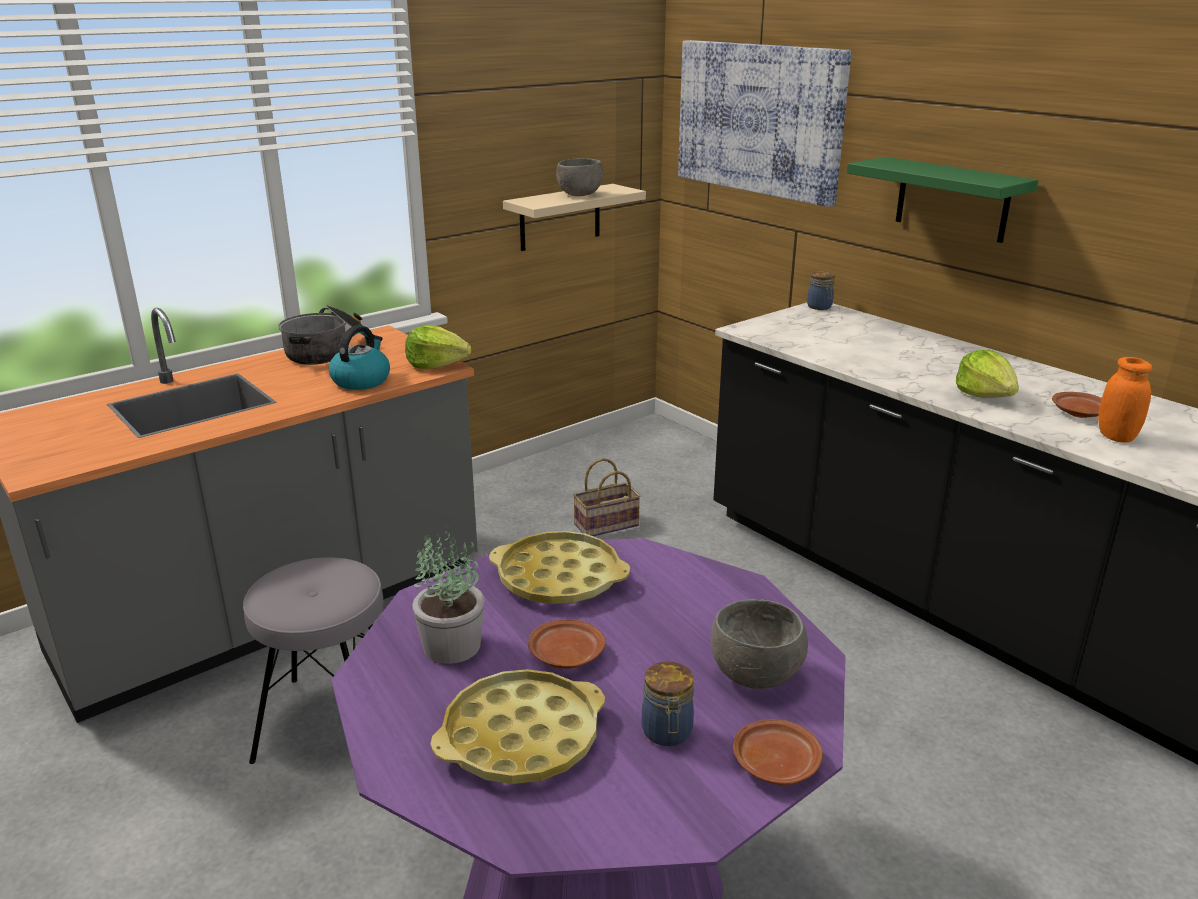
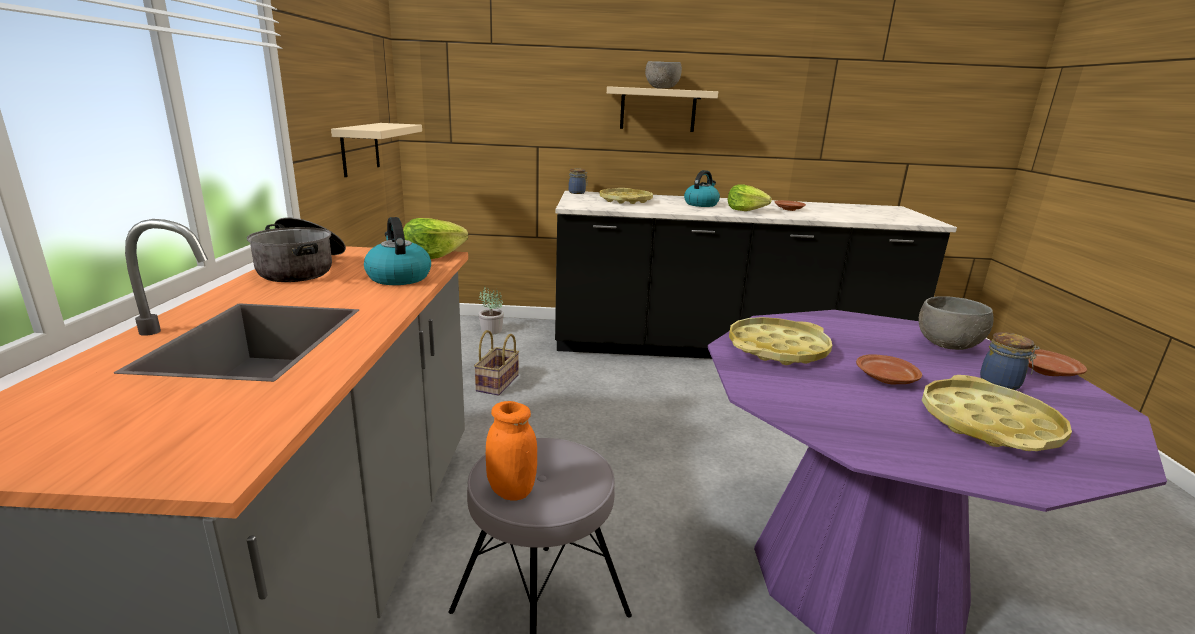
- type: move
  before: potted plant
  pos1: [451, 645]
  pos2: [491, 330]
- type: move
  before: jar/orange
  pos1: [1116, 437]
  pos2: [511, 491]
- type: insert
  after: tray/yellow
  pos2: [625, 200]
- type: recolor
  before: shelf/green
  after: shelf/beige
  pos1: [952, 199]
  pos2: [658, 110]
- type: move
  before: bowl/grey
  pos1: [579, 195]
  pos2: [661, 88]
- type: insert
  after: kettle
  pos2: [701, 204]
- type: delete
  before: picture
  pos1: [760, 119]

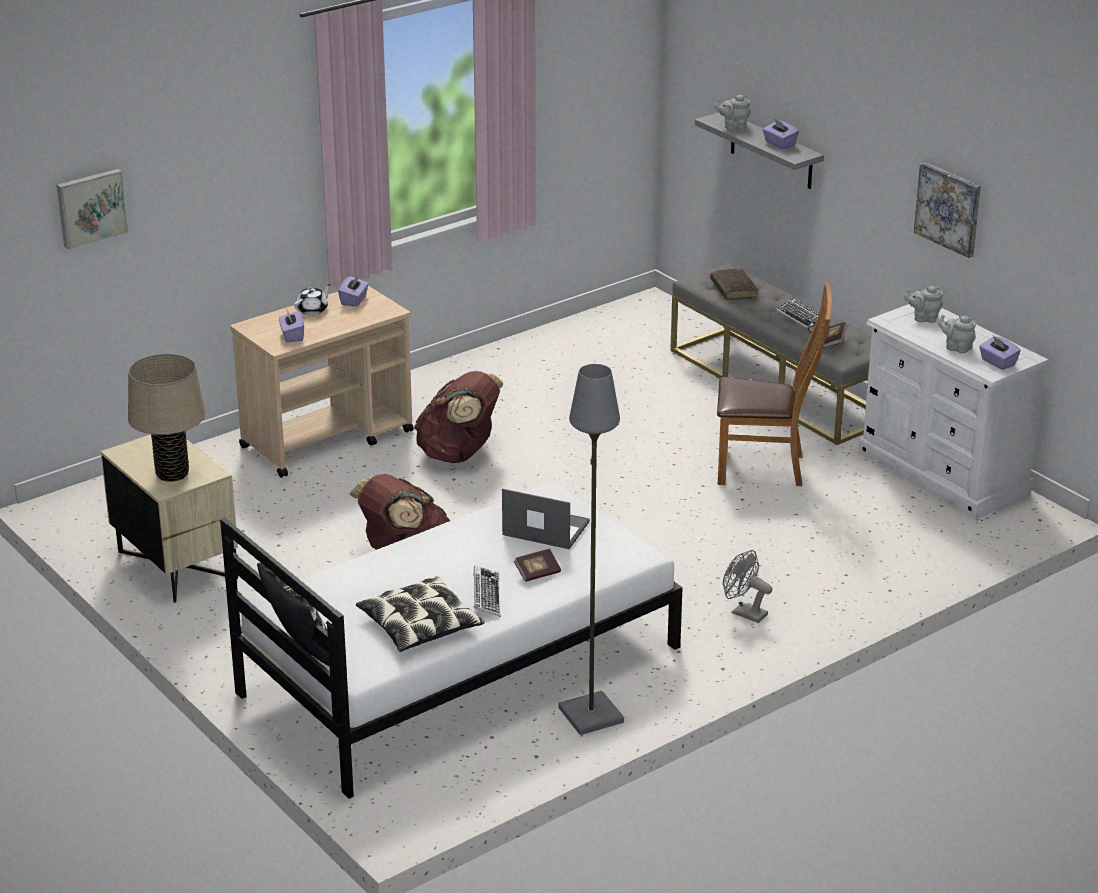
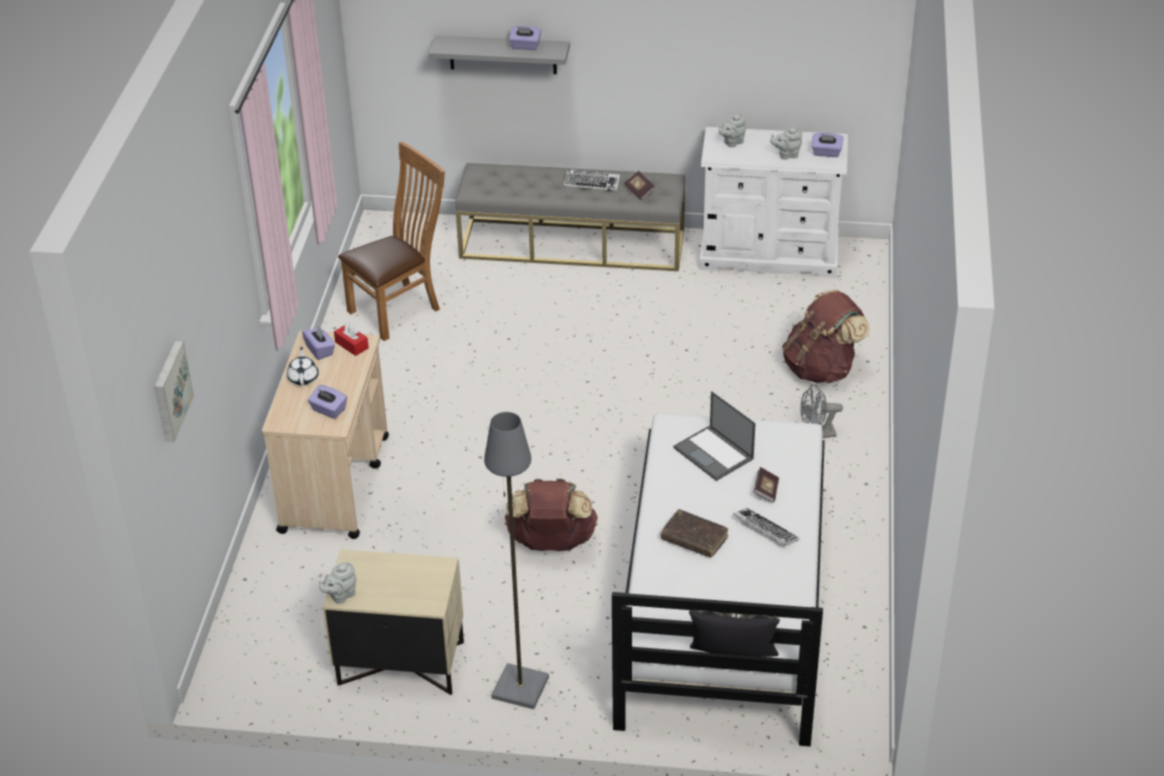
- type: move
  before: teapot/grey
  pos1: [733, 126]
  pos2: [340, 595]
- type: insert
  after: tissue box/red
  pos2: [351, 345]
- type: move
  before: chair/brown
  pos1: [766, 468]
  pos2: [399, 309]
- type: move
  before: floor lamp/grey
  pos1: [589, 715]
  pos2: [519, 688]
- type: move
  before: book/brown
  pos1: [733, 290]
  pos2: [694, 539]
- type: rotate
  before: laptop
  pos1: [544, 528]
  pos2: [714, 454]
  turn: -105
- type: move
  before: backpack/brown
  pos1: [459, 454]
  pos2: [821, 369]
- type: delete
  before: table lamp/beige
  pos1: [172, 474]
- type: delete
  before: pillow
  pos1: [420, 626]
- type: delete
  before: picture
  pos1: [949, 208]

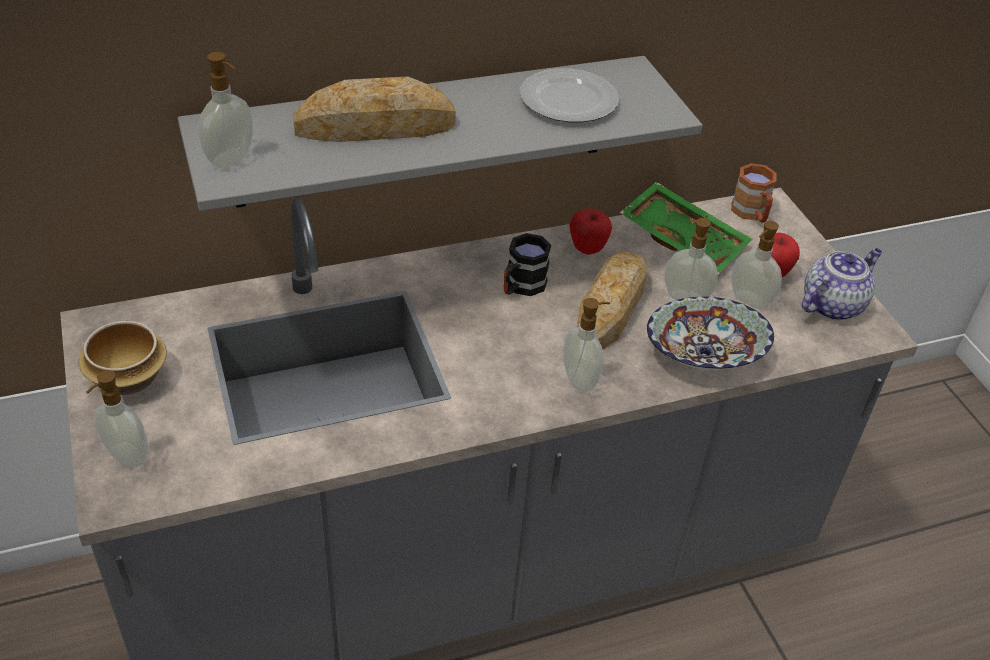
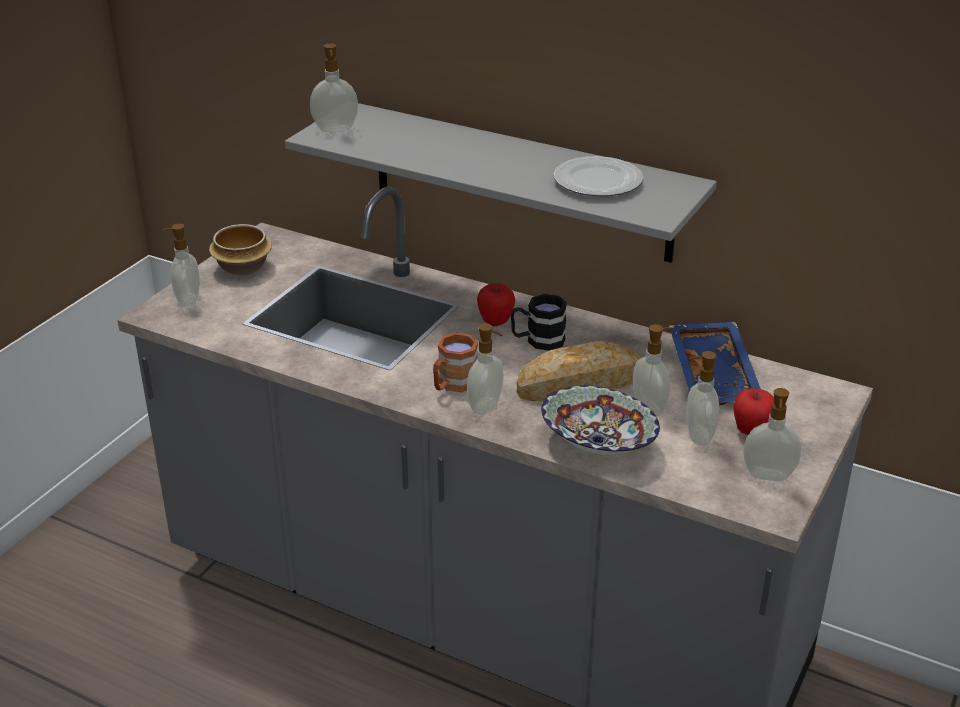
- type: move
  before: mug/brown
  pos1: [752, 214]
  pos2: [453, 385]
- type: move
  before: apple
  pos1: [587, 249]
  pos2: [496, 322]
- type: recolor
  before: tray/green
  after: tray/blue
  pos1: [684, 239]
  pos2: [715, 376]
- type: replace
  before: teapot
  after: soap dispenser
  pos1: [832, 304]
  pos2: [768, 476]
- type: delete
  before: bread
  pos1: [375, 125]

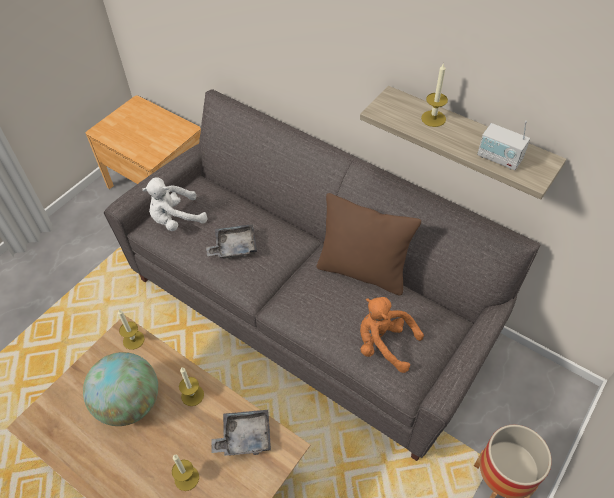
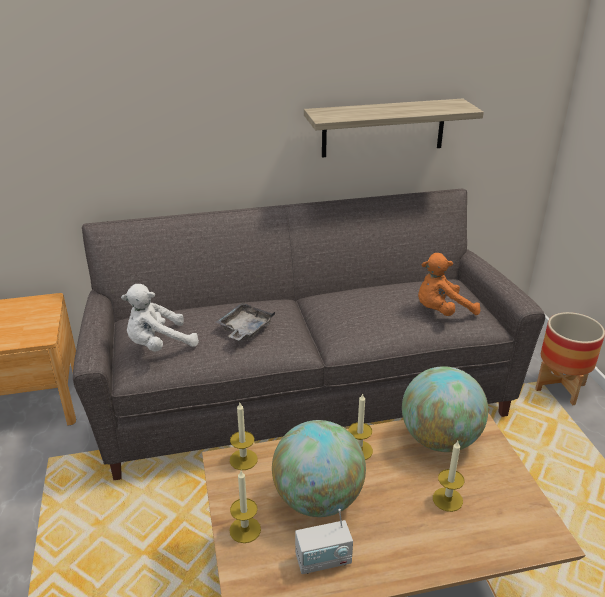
- type: rotate
  before: plush toy/white
  pos1: [176, 219]
  pos2: [159, 345]
  turn: 45
- type: move
  before: candle
  pos1: [433, 118]
  pos2: [245, 530]
- type: move
  before: radio
  pos1: [499, 158]
  pos2: [323, 560]
- type: replace
  before: tray/grey
  after: globe
  pos1: [244, 437]
  pos2: [439, 439]
- type: delete
  before: pillow/brown
  pos1: [363, 271]

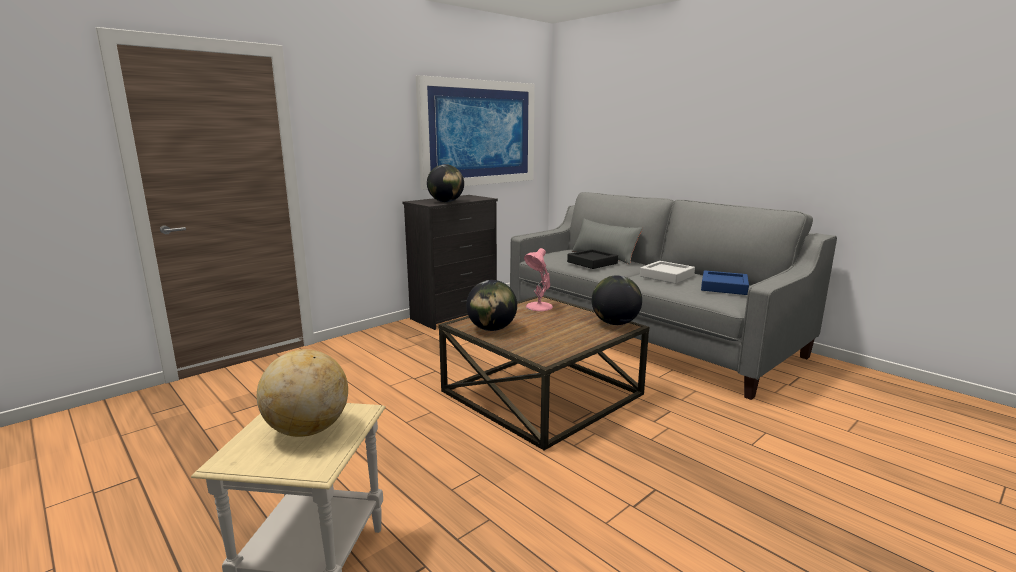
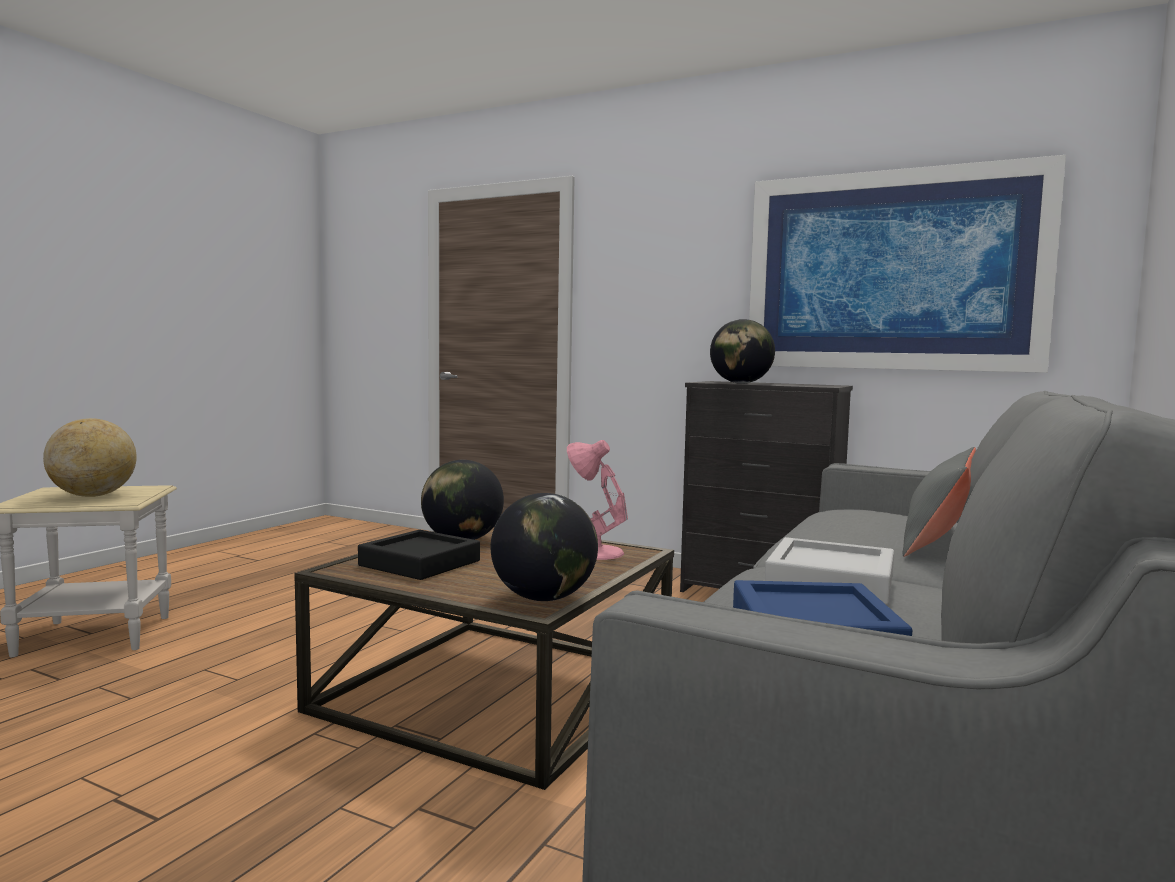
- type: move
  before: tray/black
  pos1: [592, 263]
  pos2: [420, 563]

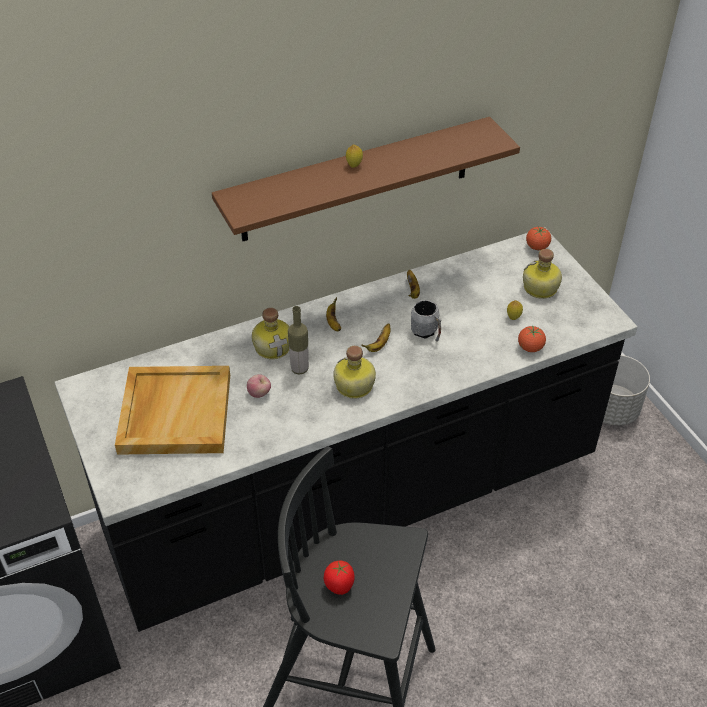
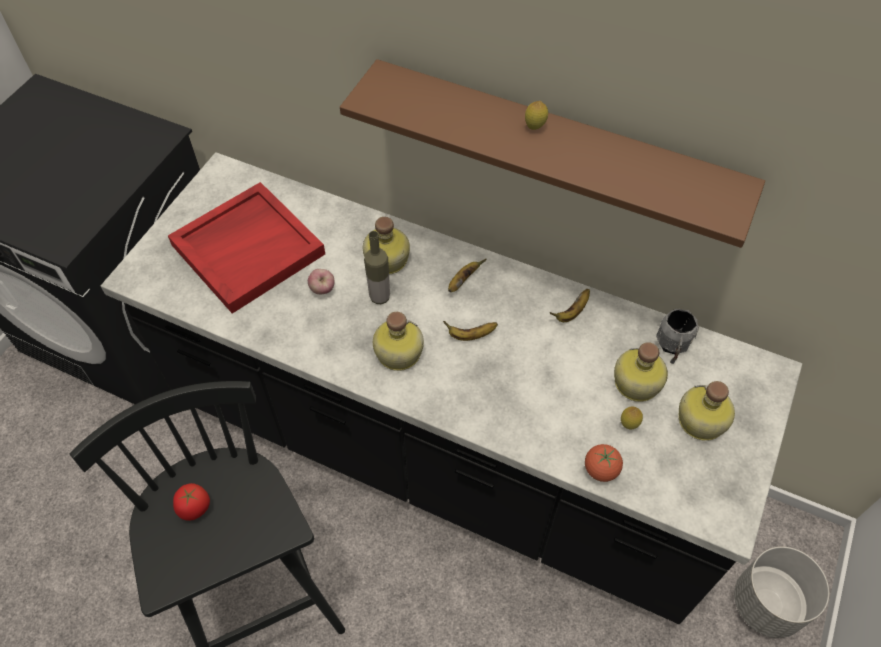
- type: recolor
  before: tray/beige
  after: tray/red
  pos1: [174, 412]
  pos2: [248, 248]
- type: insert
  after: bottle
  pos2: [635, 383]
- type: move
  before: mug/grey
  pos1: [426, 333]
  pos2: [672, 347]
- type: delete
  before: tomato
  pos1: [537, 247]

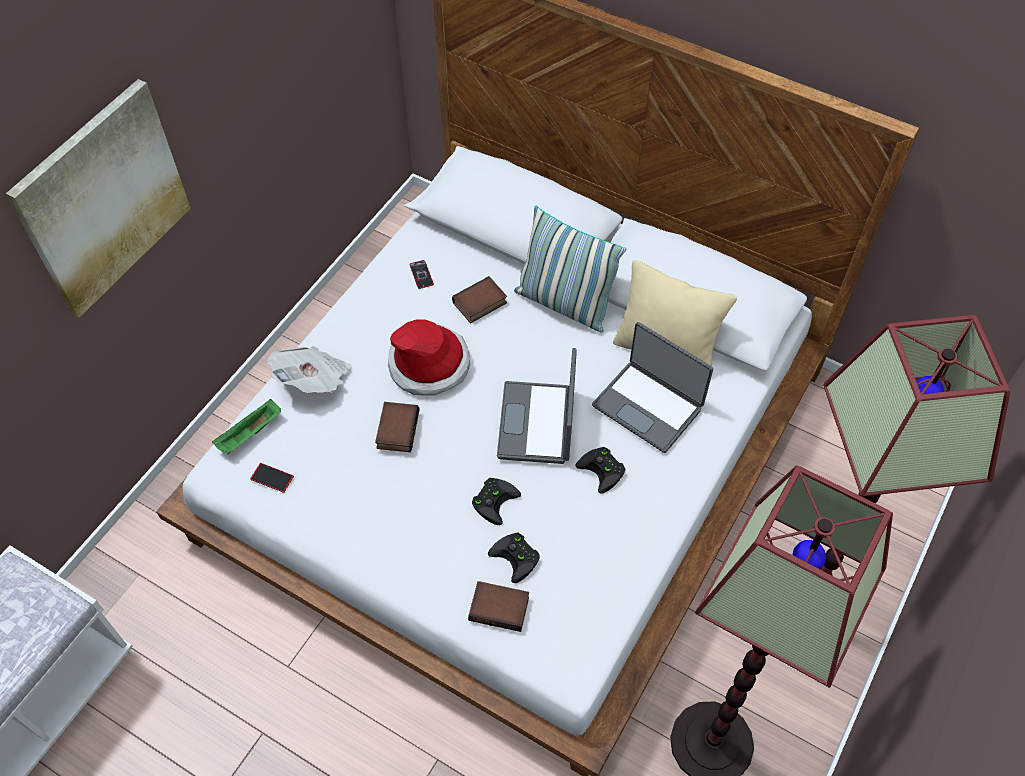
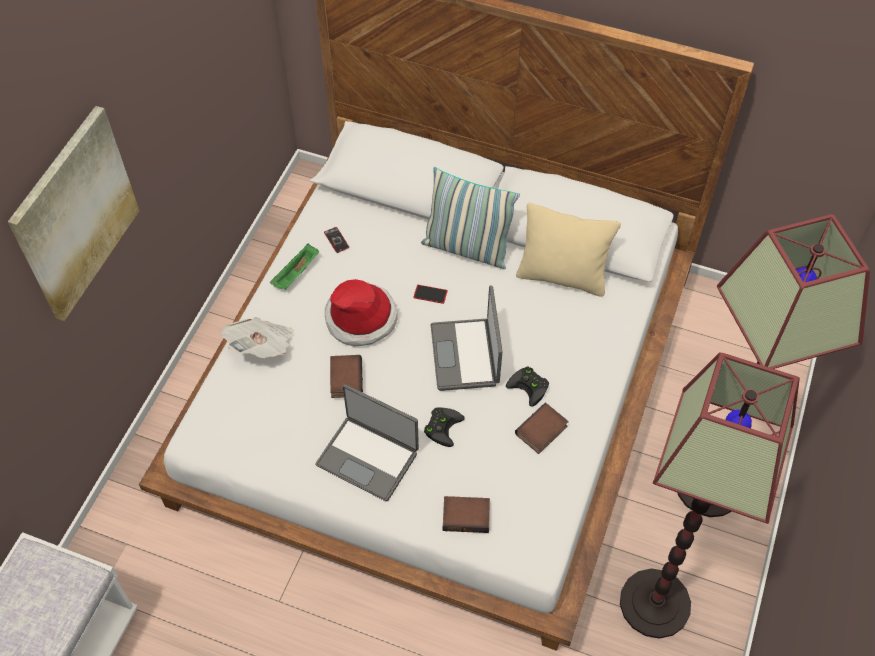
- type: move
  before: tray/green
  pos1: [250, 434]
  pos2: [296, 274]
- type: move
  before: laptop
  pos1: [648, 406]
  pos2: [368, 457]
- type: move
  before: phone
  pos1: [272, 477]
  pos2: [430, 294]
- type: move
  before: book
  pos1: [480, 304]
  pos2: [542, 431]
- type: delete
  before: game controller/black
  pos1: [517, 558]

